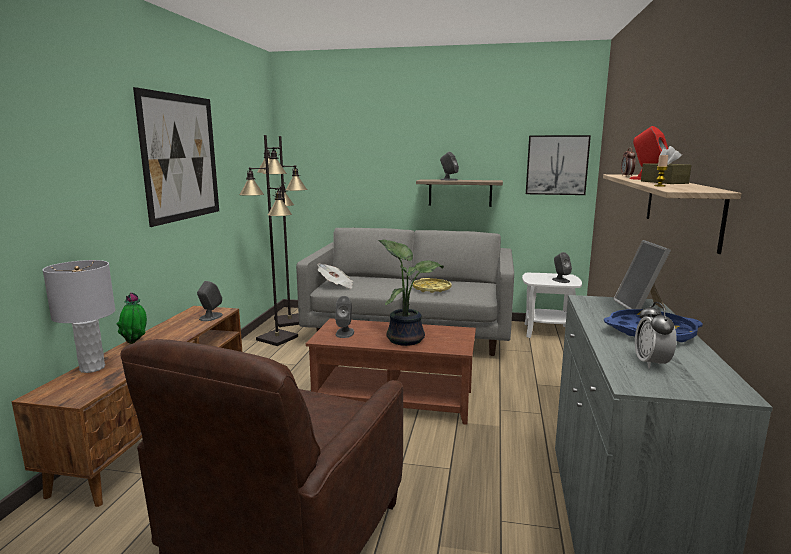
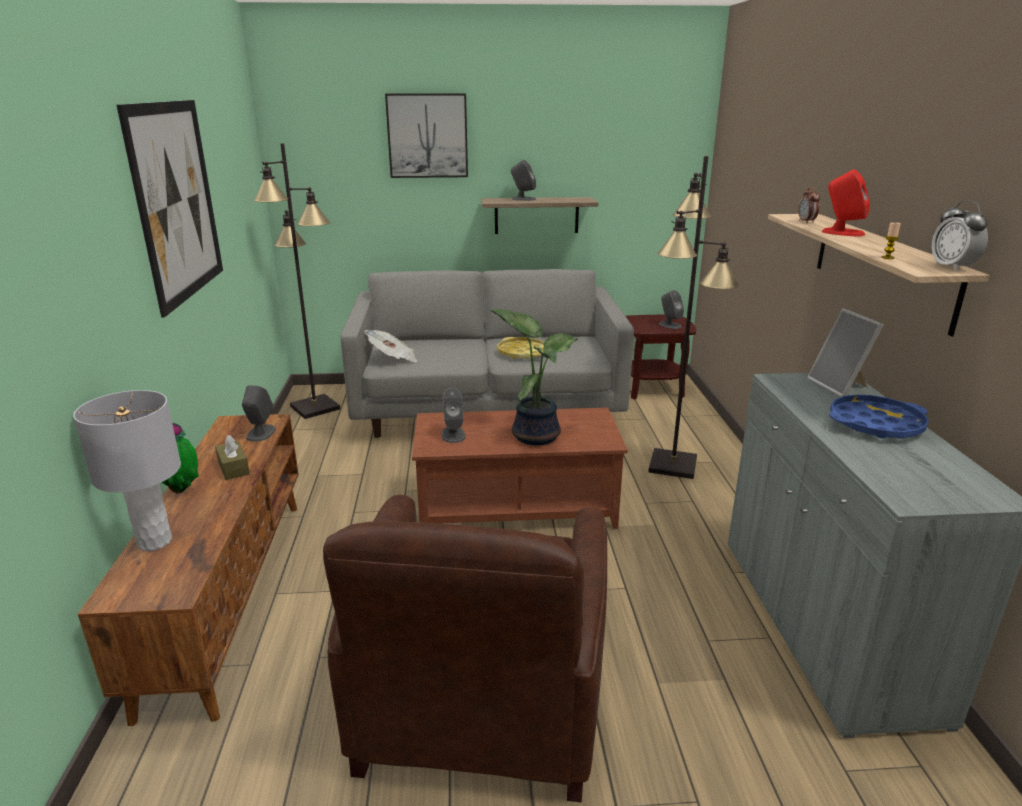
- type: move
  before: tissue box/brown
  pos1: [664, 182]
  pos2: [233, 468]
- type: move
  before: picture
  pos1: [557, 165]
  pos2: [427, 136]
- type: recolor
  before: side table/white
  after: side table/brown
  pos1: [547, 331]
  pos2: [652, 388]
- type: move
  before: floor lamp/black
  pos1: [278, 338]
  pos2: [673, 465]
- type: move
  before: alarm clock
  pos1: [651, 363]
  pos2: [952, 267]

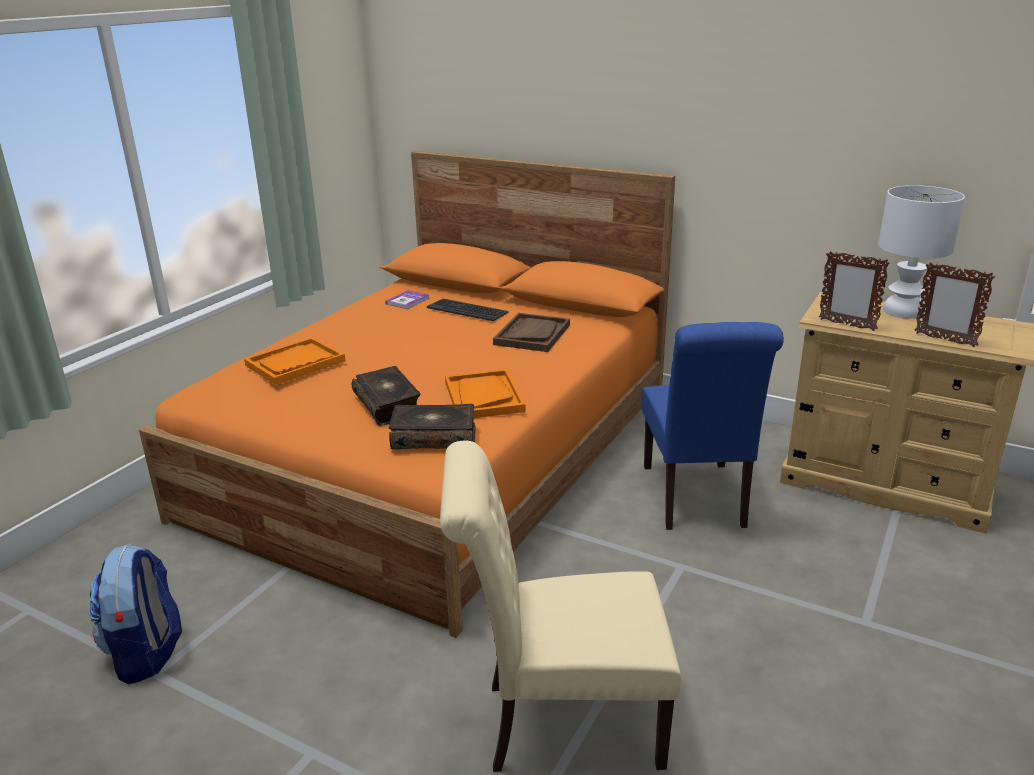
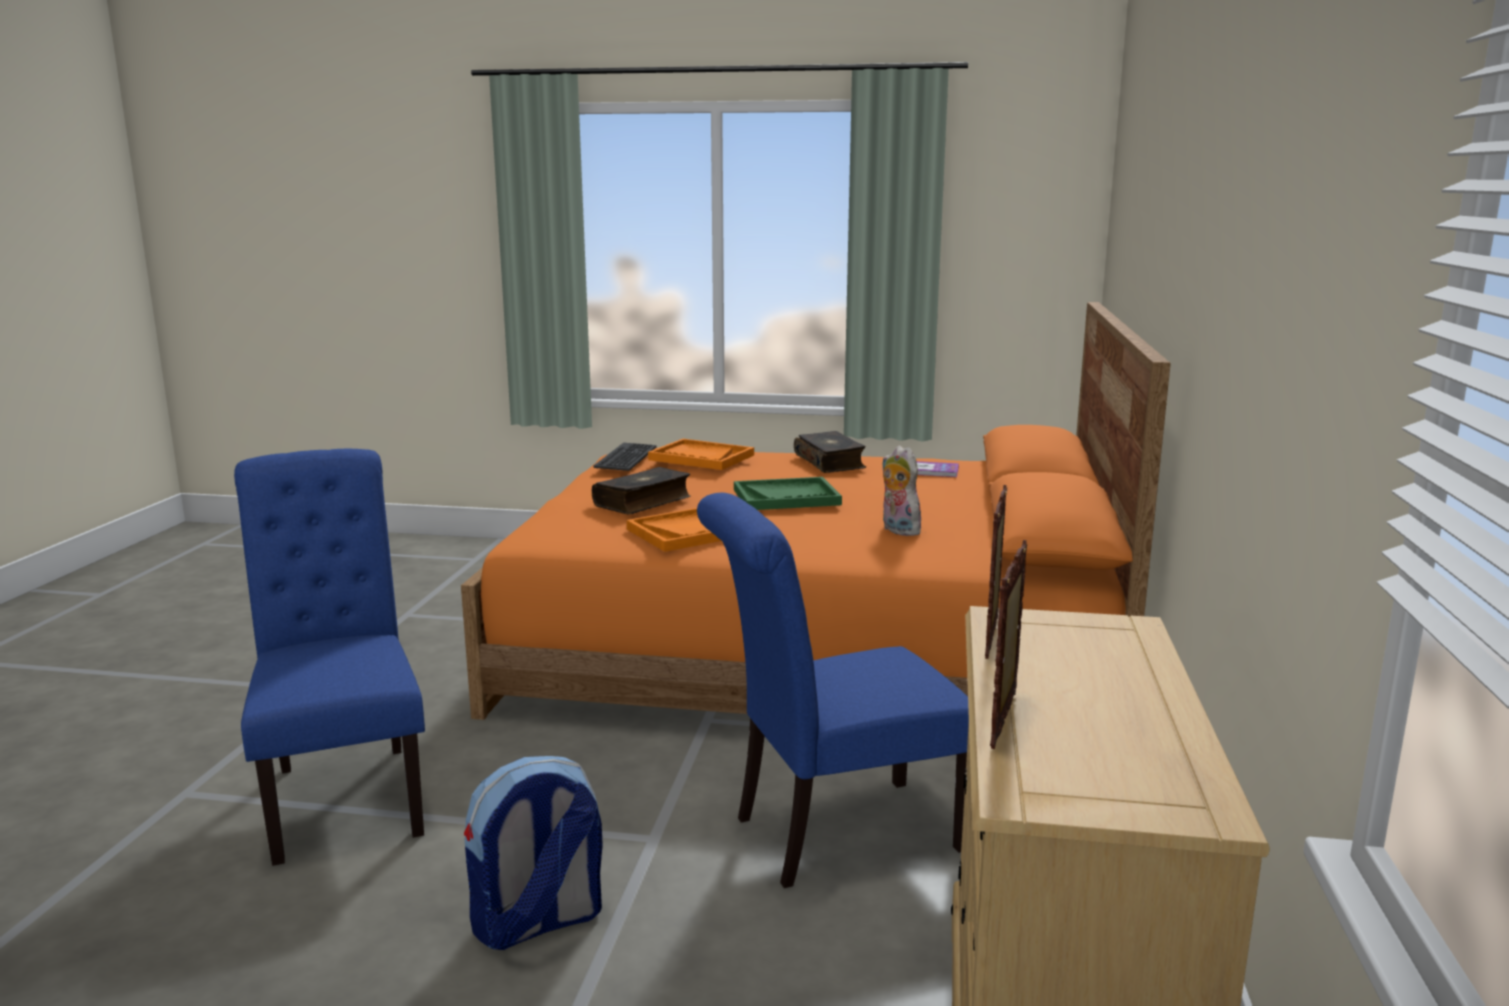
- type: recolor
  before: chair/beige
  after: chair/blue
  pos1: [560, 723]
  pos2: [345, 794]
- type: move
  before: backpack
  pos1: [147, 653]
  pos2: [538, 923]
- type: move
  before: keyboard
  pos1: [467, 310]
  pos2: [627, 457]
- type: insert
  after: tray/green
  pos2: [786, 497]
- type: move
  before: book
  pos1: [434, 437]
  pos2: [830, 462]
- type: replace
  before: tray/brown
  after: plush toy
  pos1: [532, 334]
  pos2: [897, 530]
- type: delete
  before: table lamp/white
  pos1: [902, 311]

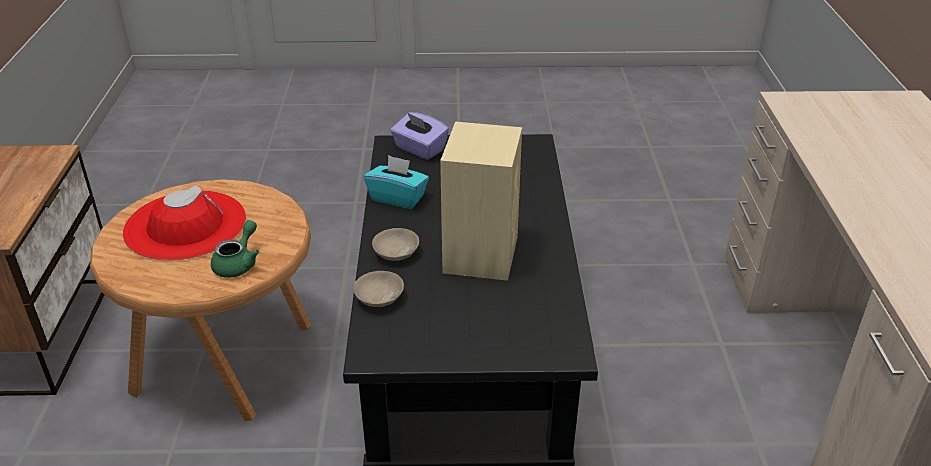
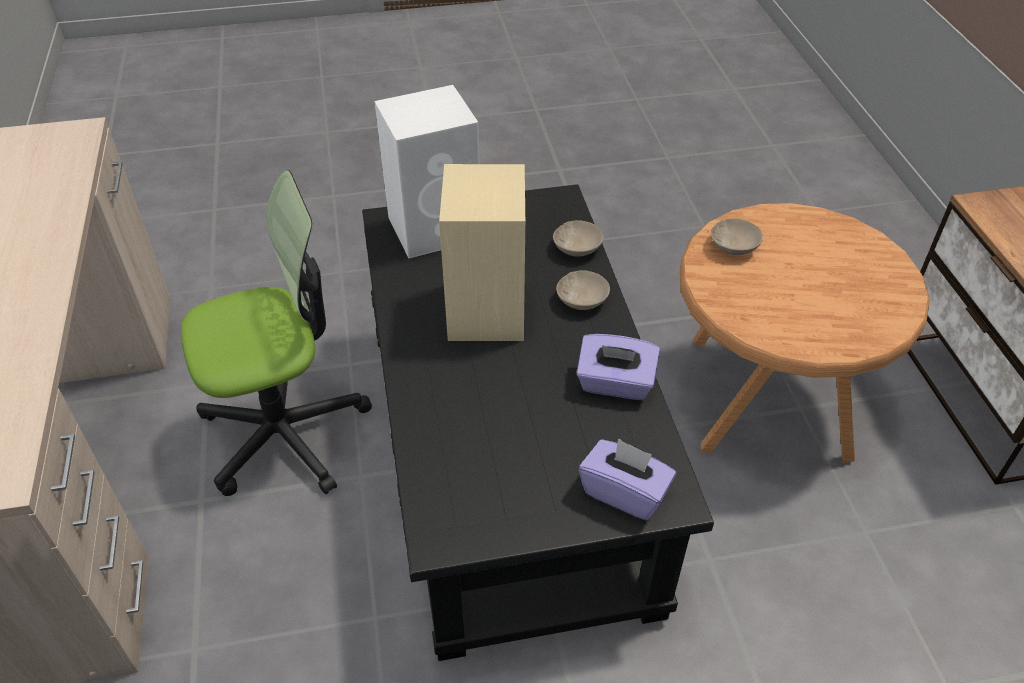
- type: insert
  after: office chair
  pos2: [285, 432]
- type: insert
  after: speaker/white
  pos2: [437, 228]
- type: recolor
  before: tissue box/turquoise
  after: tissue box/purple
  pos1: [398, 198]
  pos2: [615, 384]
- type: replace
  before: teapot/green
  after: bowl/beige
  pos1: [238, 263]
  pos2: [735, 247]
- type: delete
  before: hat/red
  pos1: [185, 225]

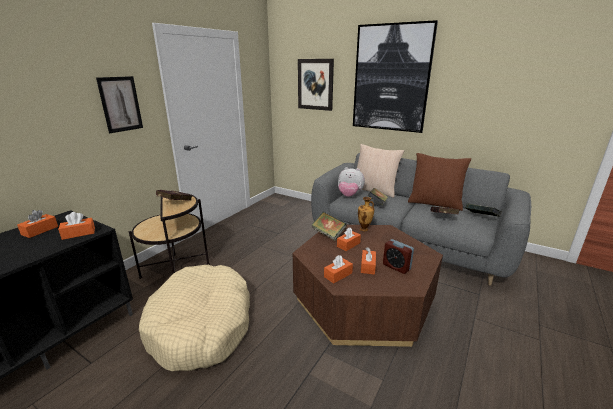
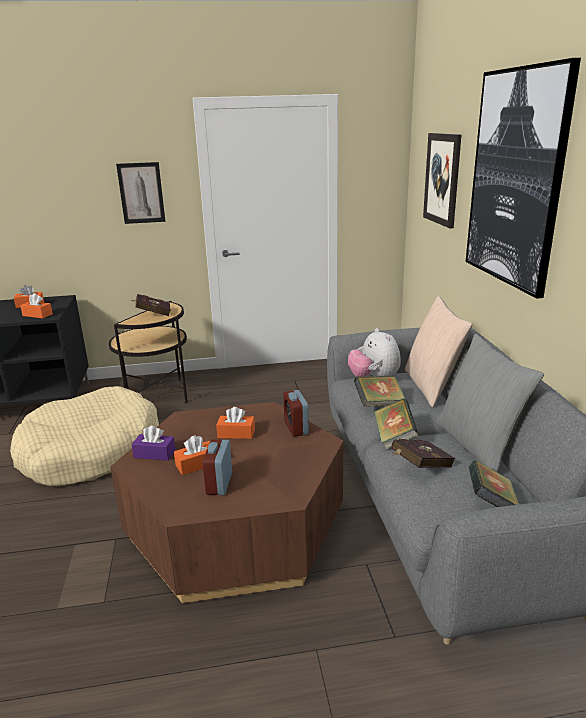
- type: recolor
  before: tissue box/orange
  after: tissue box/purple
  pos1: [338, 275]
  pos2: [154, 454]
- type: replace
  before: vase
  after: alarm clock
  pos1: [364, 229]
  pos2: [296, 428]
- type: move
  before: book
  pos1: [328, 234]
  pos2: [394, 437]
- type: recolor
  before: pillow/brown
  after: pillow/grey
  pos1: [435, 203]
  pos2: [478, 445]

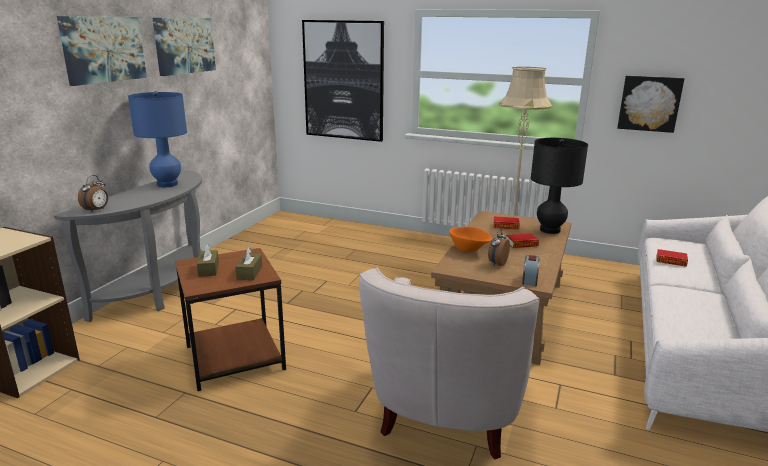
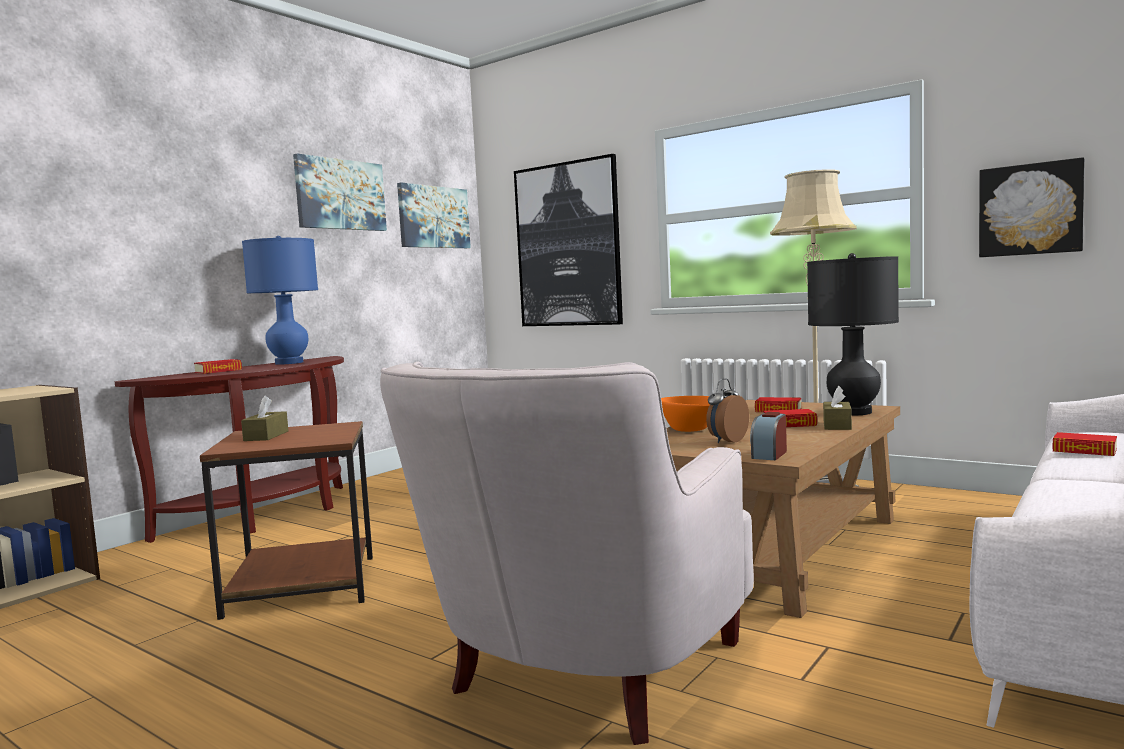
- type: recolor
  before: console table/grey
  after: console table/brown
  pos1: [162, 291]
  pos2: [269, 515]
- type: insert
  after: book
  pos2: [218, 371]
- type: move
  before: picture
  pos1: [103, 49]
  pos2: [433, 217]
- type: move
  before: tissue box/brown
  pos1: [249, 273]
  pos2: [837, 425]
- type: delete
  before: alarm clock
  pos1: [97, 210]

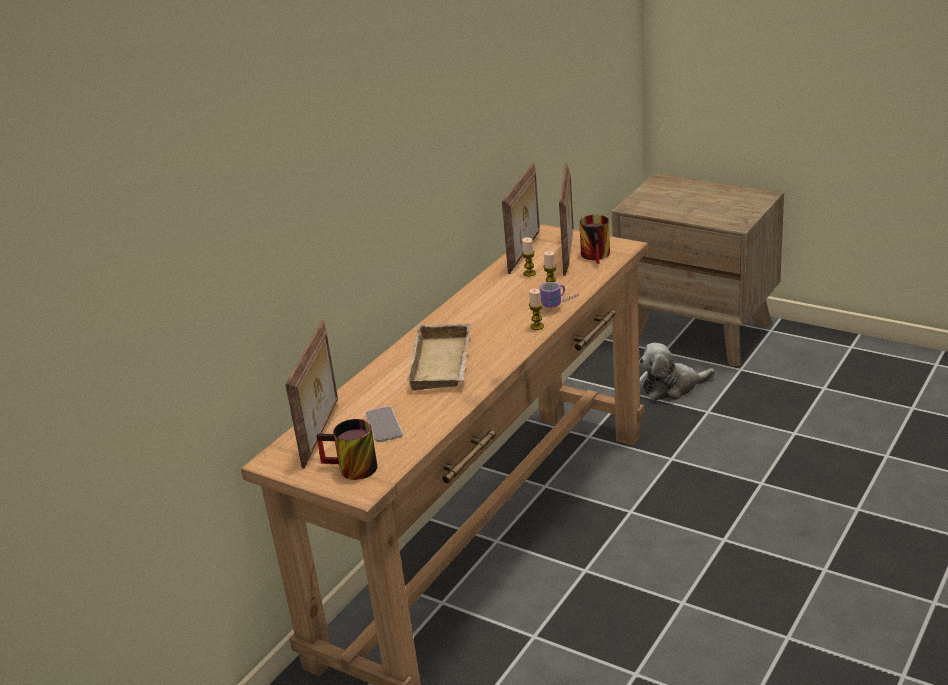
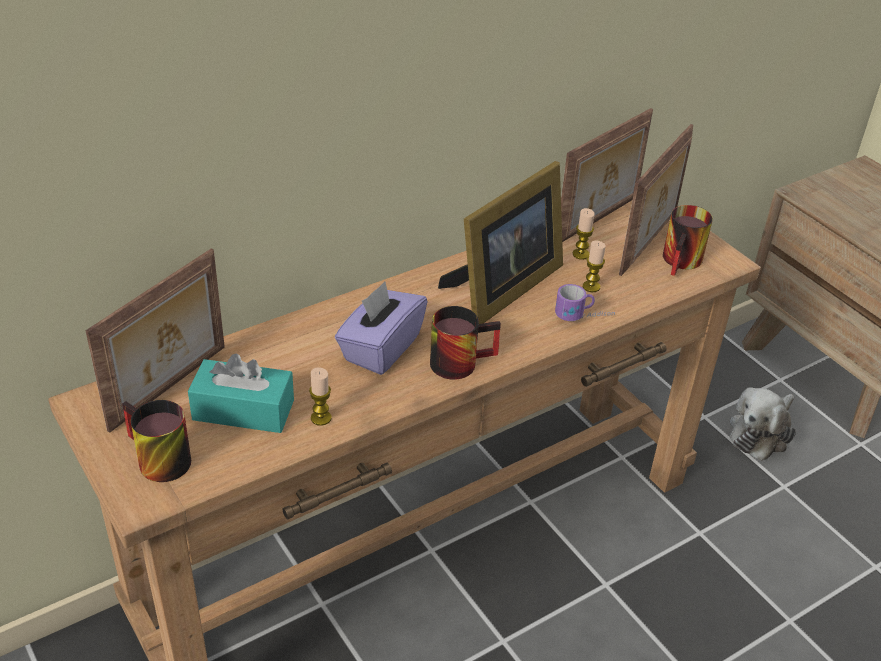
- type: replace
  before: phone
  after: tissue box/turquoise
  pos1: [383, 425]
  pos2: [243, 410]
- type: move
  before: candle
  pos1: [537, 326]
  pos2: [321, 418]
- type: replace
  before: tray/beige
  after: tissue box/purple
  pos1: [444, 364]
  pos2: [380, 348]
- type: insert
  after: mug
  pos2: [460, 360]
- type: insert
  after: picture frame
  pos2: [502, 289]
- type: rotate
  before: plush toy
  pos1: [672, 387]
  pos2: [761, 433]
  turn: -60

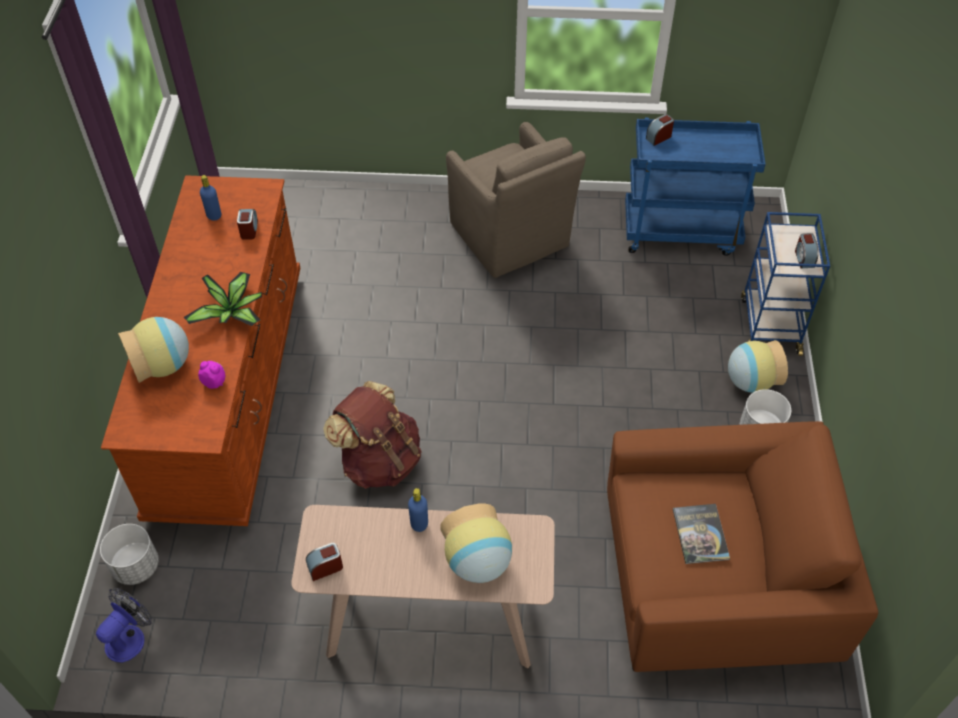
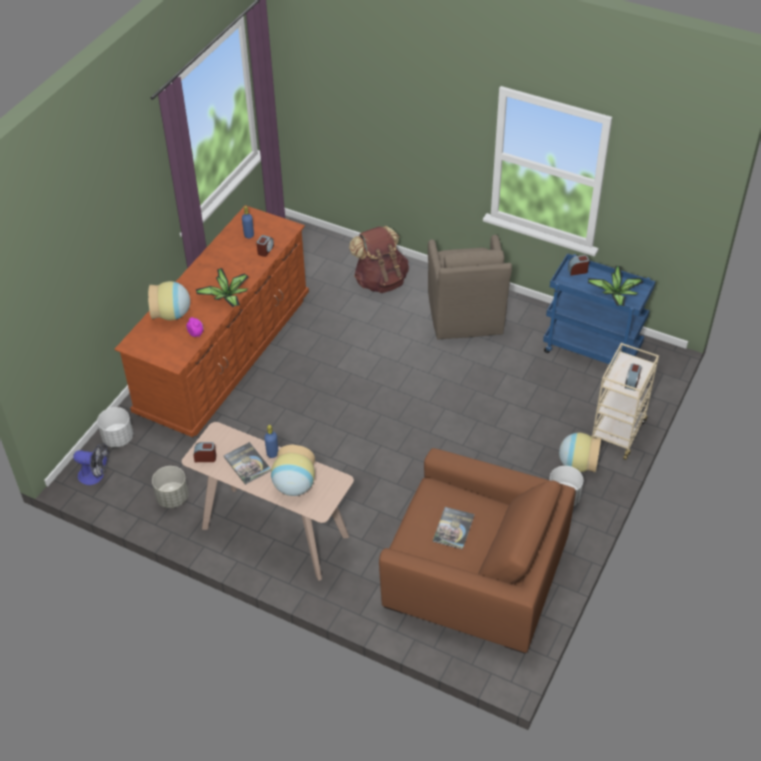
- type: rotate
  before: fan
  pos1: [130, 637]
  pos2: [95, 476]
  turn: 45
- type: insert
  after: planter/grey
  pos2: [172, 498]
- type: insert
  after: book
  pos2: [247, 463]
- type: move
  before: backpack/brown
  pos1: [379, 460]
  pos2: [380, 280]
- type: insert
  after: potted plant
  pos2: [616, 295]
- type: recolor
  before: cart/blue
  after: cart/beige
  pos1: [769, 324]
  pos2: [617, 432]

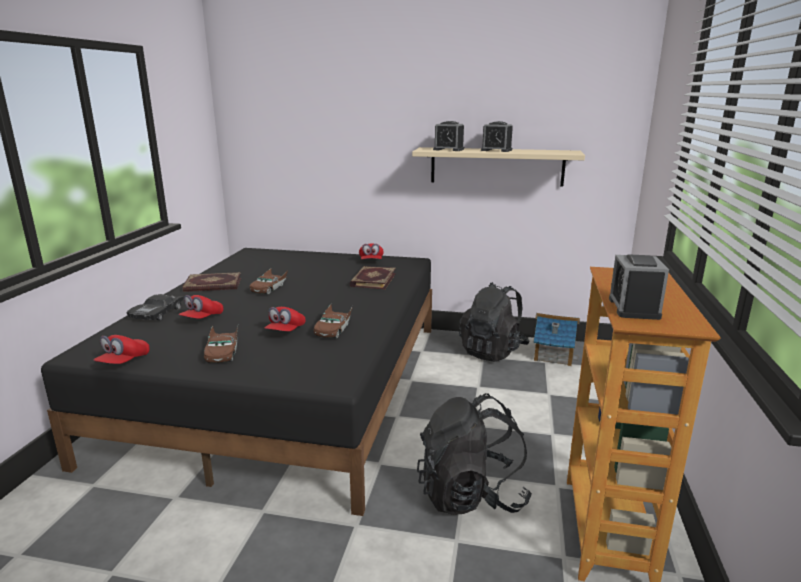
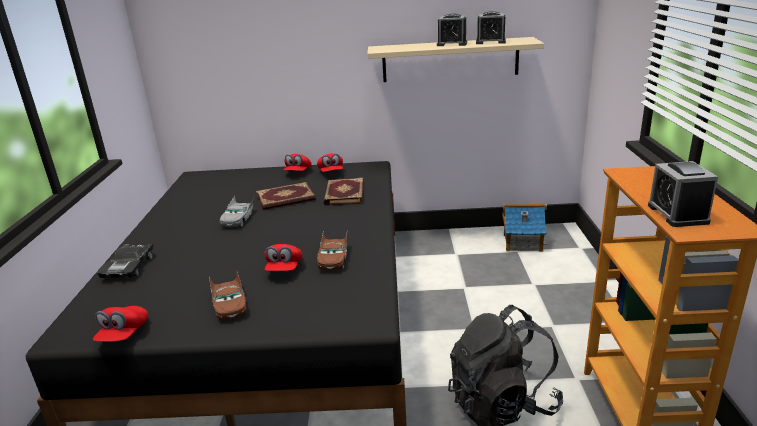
- type: recolor
  before: toy car/brown
  after: toy car/grey
  pos1: [269, 288]
  pos2: [238, 219]
- type: move
  before: book
  pos1: [213, 285]
  pos2: [286, 199]
- type: move
  before: cap/red
  pos1: [202, 319]
  pos2: [298, 172]
- type: move
  before: alarm clock
  pos1: [448, 149]
  pos2: [490, 42]
- type: delete
  before: backpack/black
  pos1: [492, 351]

